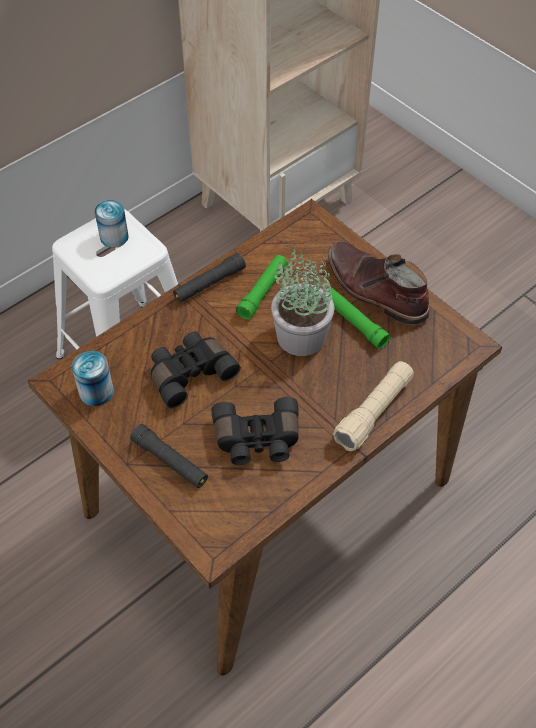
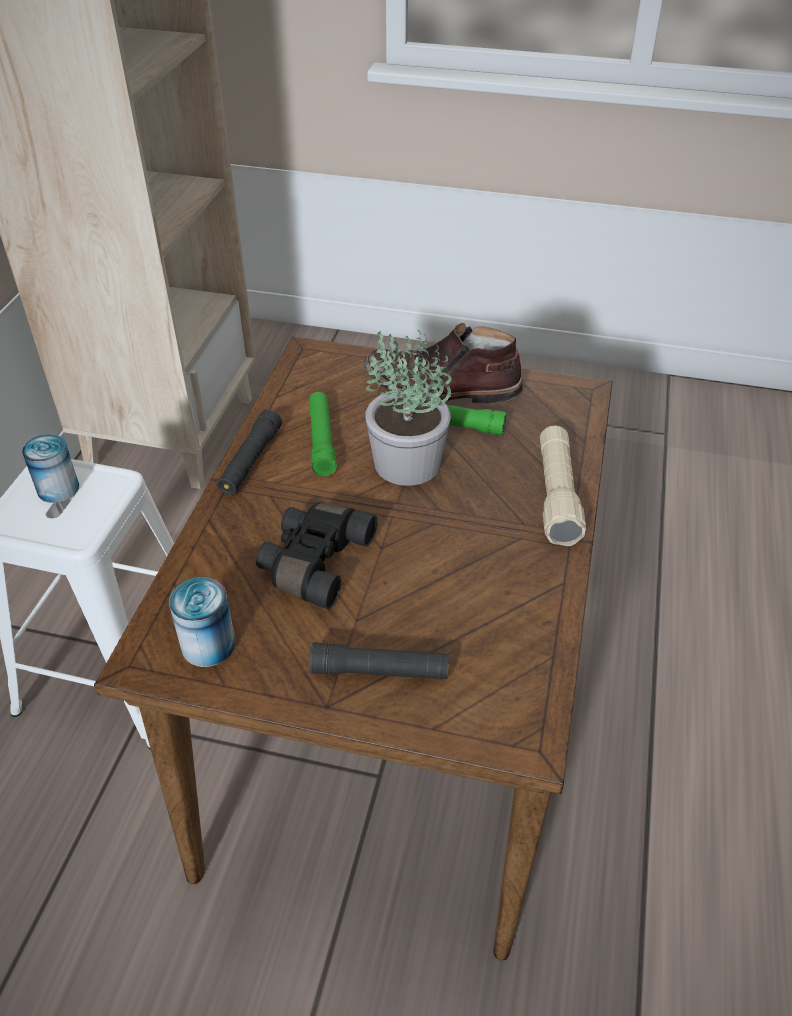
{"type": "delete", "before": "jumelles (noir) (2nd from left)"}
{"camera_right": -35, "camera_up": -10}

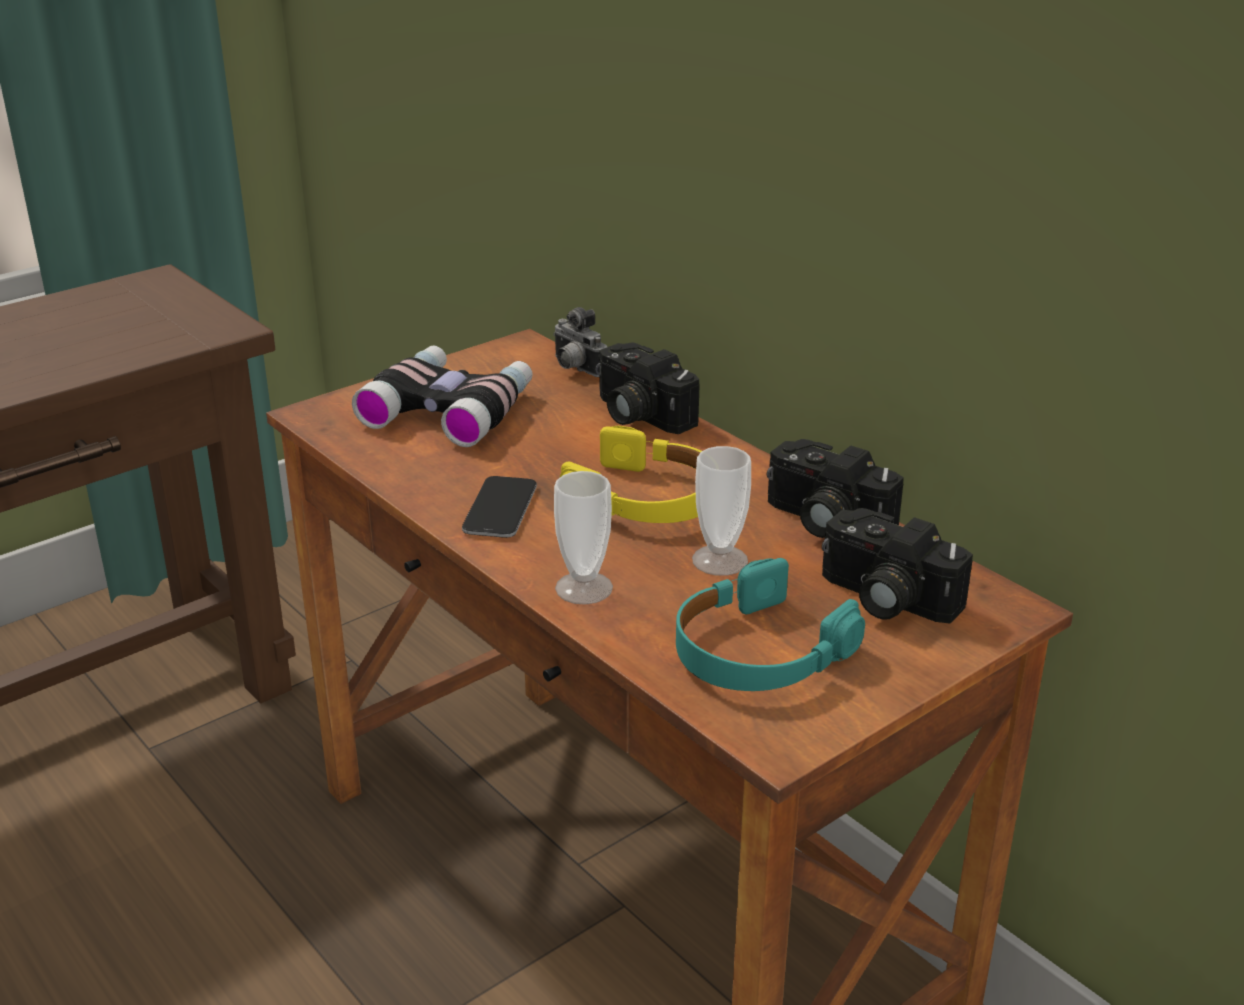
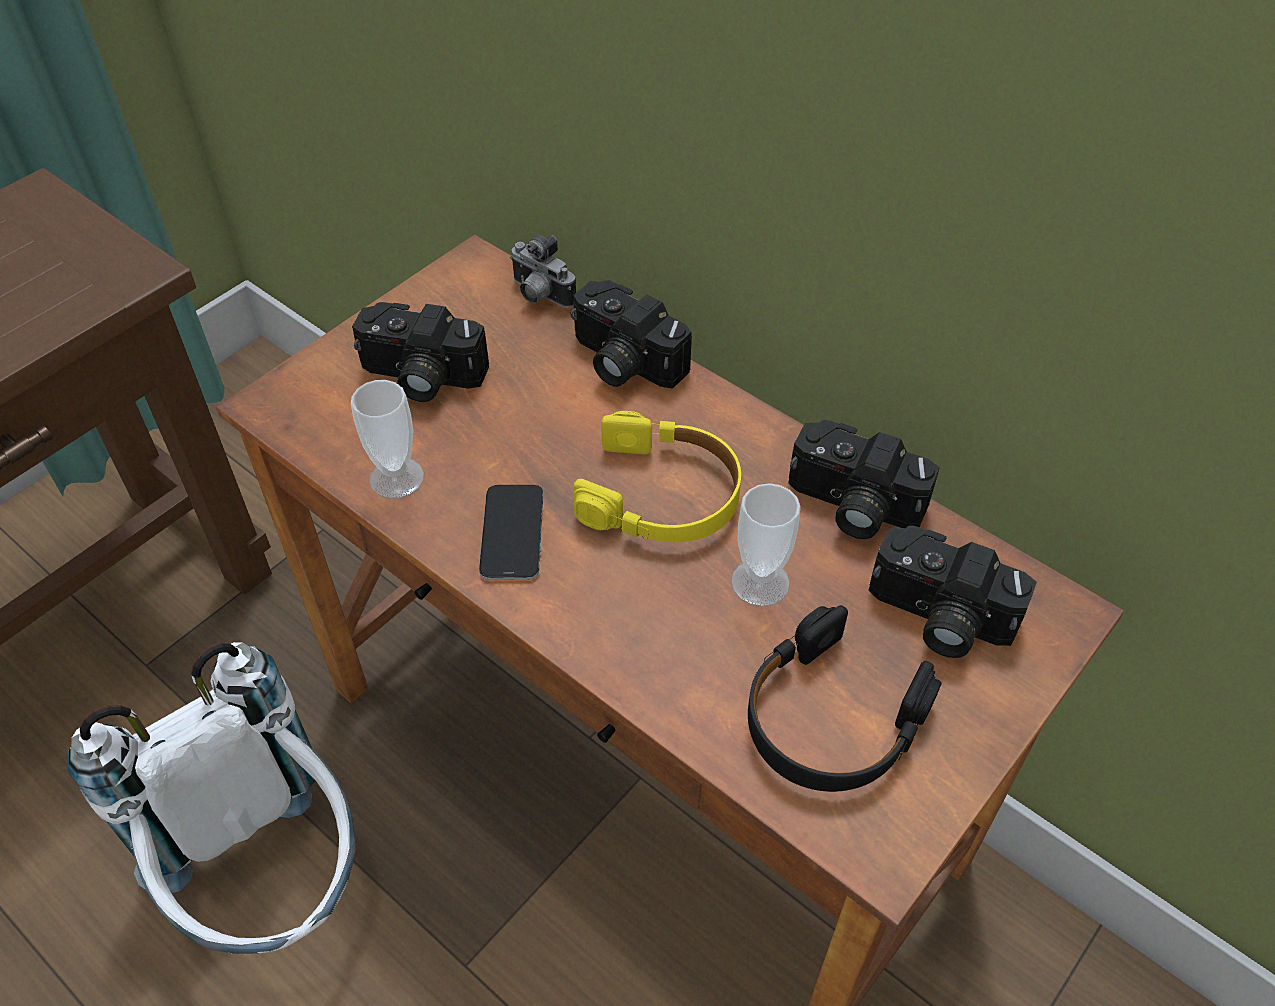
{"type": "insert", "after": "sac à dos (blanc)"}
{"type": "move", "before": "tasse (1st from left)"}
{"type": "replace", "before": "jumelles", "after": "appareil photo (1st from left)"}
{"type": "recolor", "before": "casque audio (turquoise)", "after": "casque audio (noir)"}
{"camera_right": -10, "camera_up": 20}

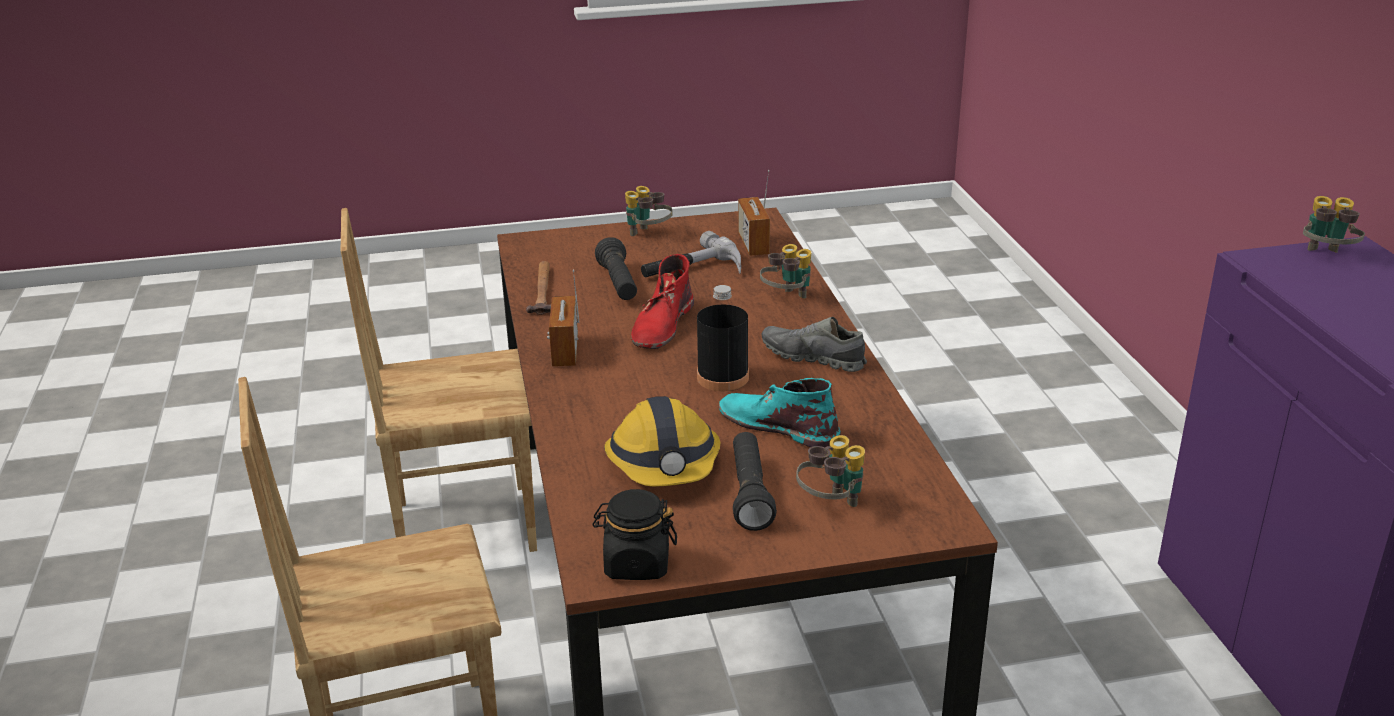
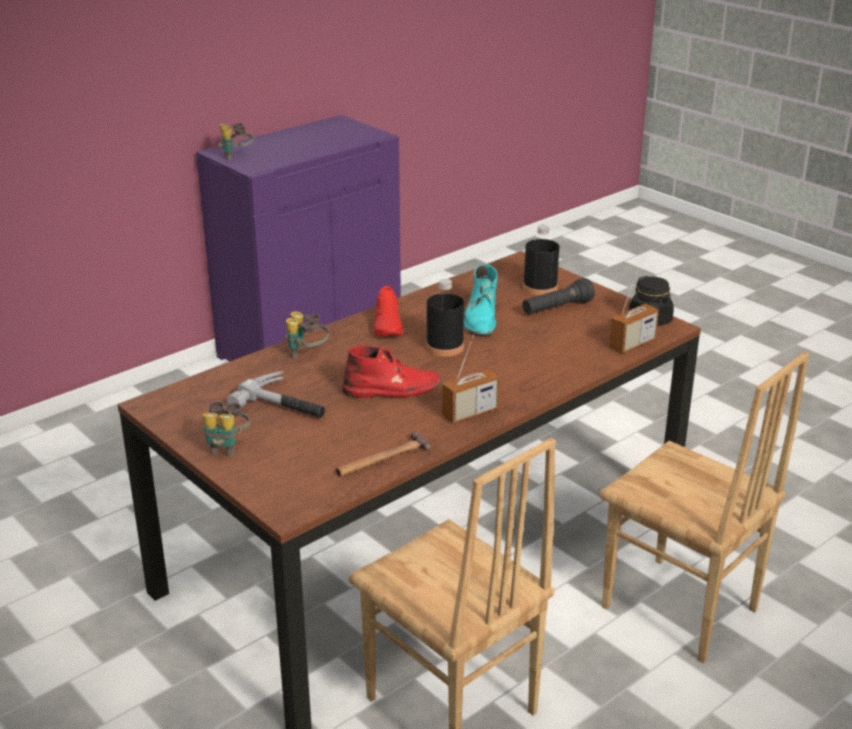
{"type": "recolor", "before": "chaussure (gris)", "after": "chaussure (rouge)"}
{"type": "replace", "before": "jumelles (3rd from left)", "after": "bouteille (noir) (2nd from left)"}
{"type": "move", "before": "radio (2nd from left)"}
{"type": "delete", "before": "lampe de poche (noir) (1st from left)"}
{"type": "delete", "before": "casque de chantier"}
{"camera_right": -120, "camera_up": 0}

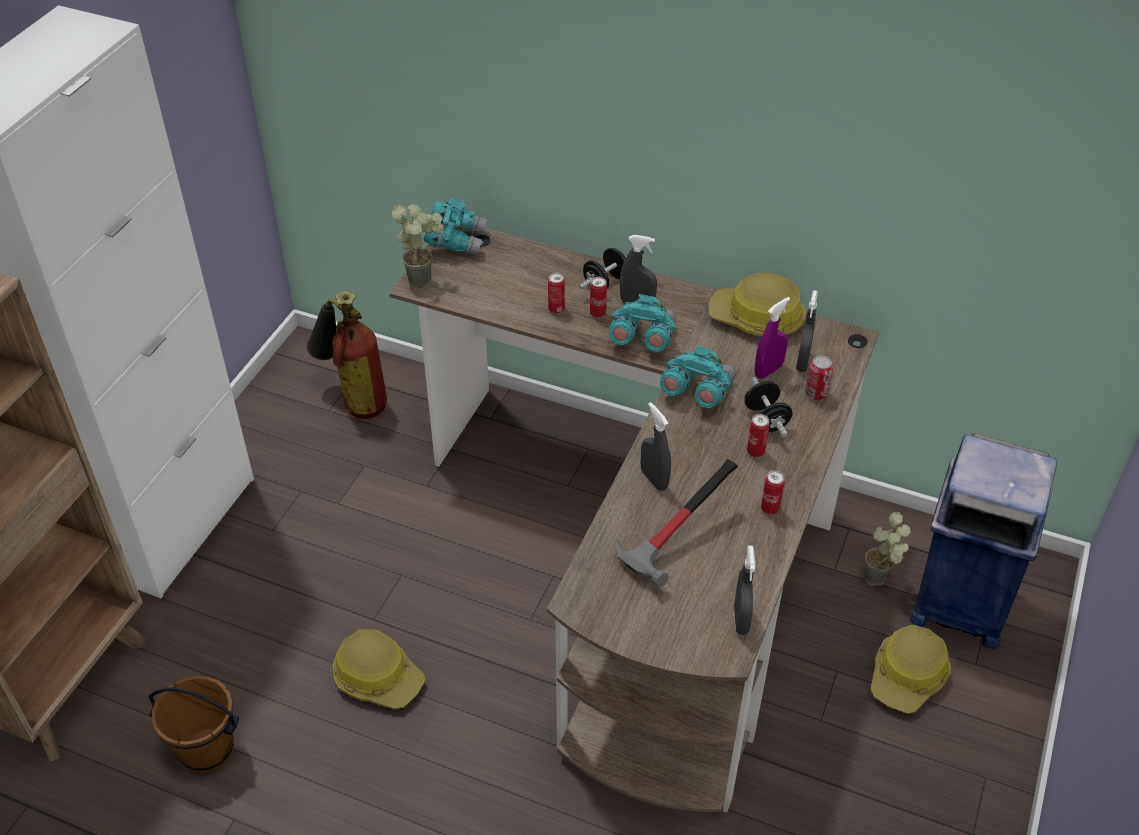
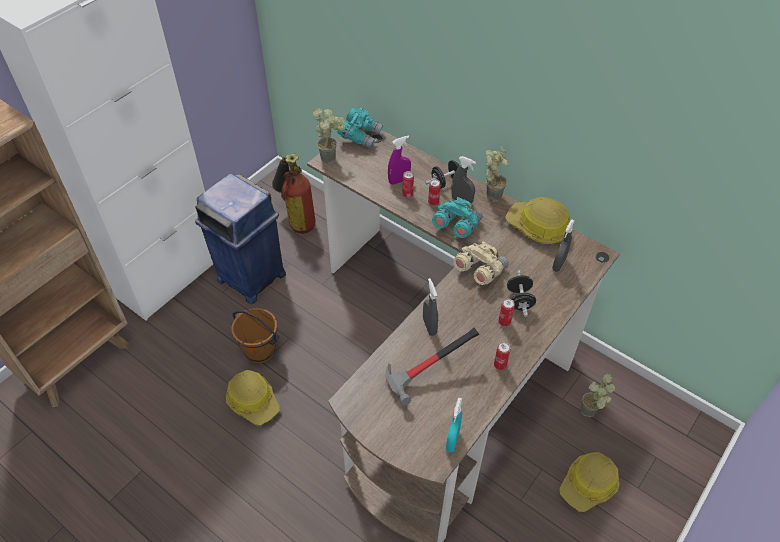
{"type": "move", "before": "poubelle (bleu)"}
{"type": "move", "before": "seau (marron)"}
{"type": "move", "before": "vaporisateur (violet)"}
{"type": "recolor", "before": "vaporisateur (gris) (3rd from left)", "after": "vaporisateur (turquoise)"}
{"type": "recolor", "before": "jumelles (turquoise) (3rd from left)", "after": "jumelles (beige)"}
{"type": "insert", "after": "plante en pot (2nd from left)"}
{"type": "delete", "before": "boîte métallique (5th from left)"}
{"camera_right": 15, "camera_up": 5}

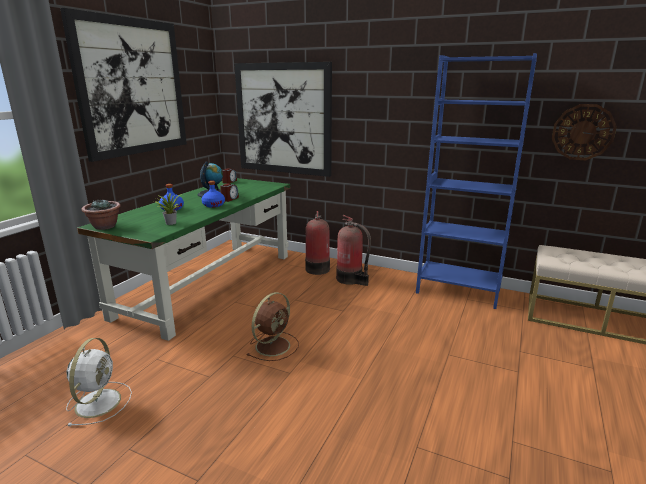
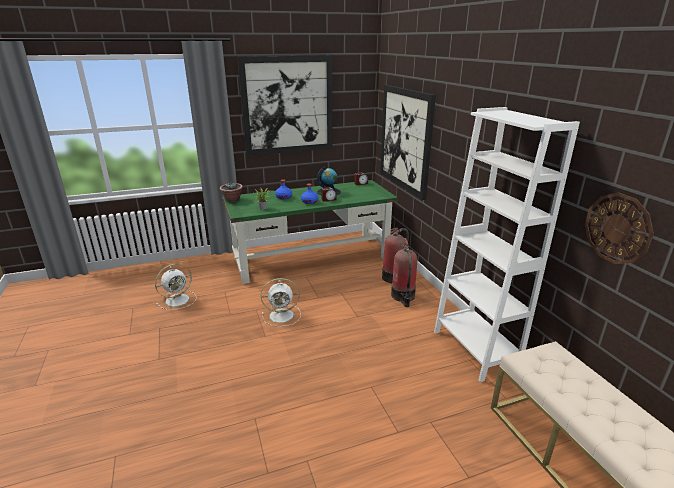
{"type": "recolor", "before": "ventilateur (marron)", "after": "ventilateur (blanc) (2nd from left)"}
{"type": "recolor", "before": "bibliothèque (bleu)", "after": "bibliothèque (blanc)"}
{"camera_right": 45, "camera_up": 5}

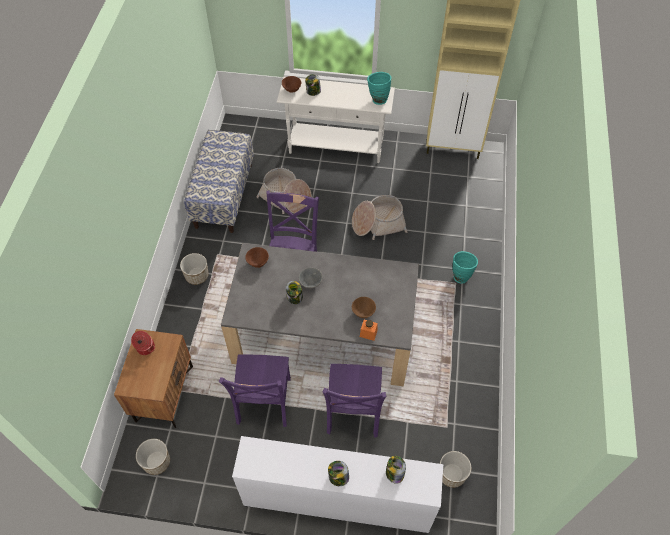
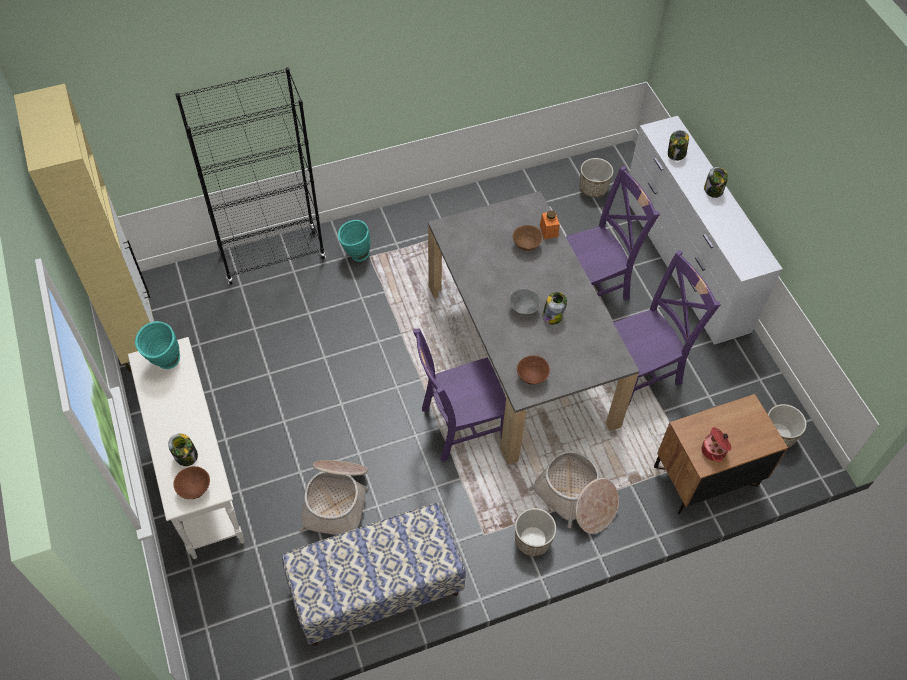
{"type": "insert", "after": "bibliothèque (noir)"}
{"type": "move", "before": "panier (2nd from left)"}
{"camera_right": -120, "camera_up": 0}

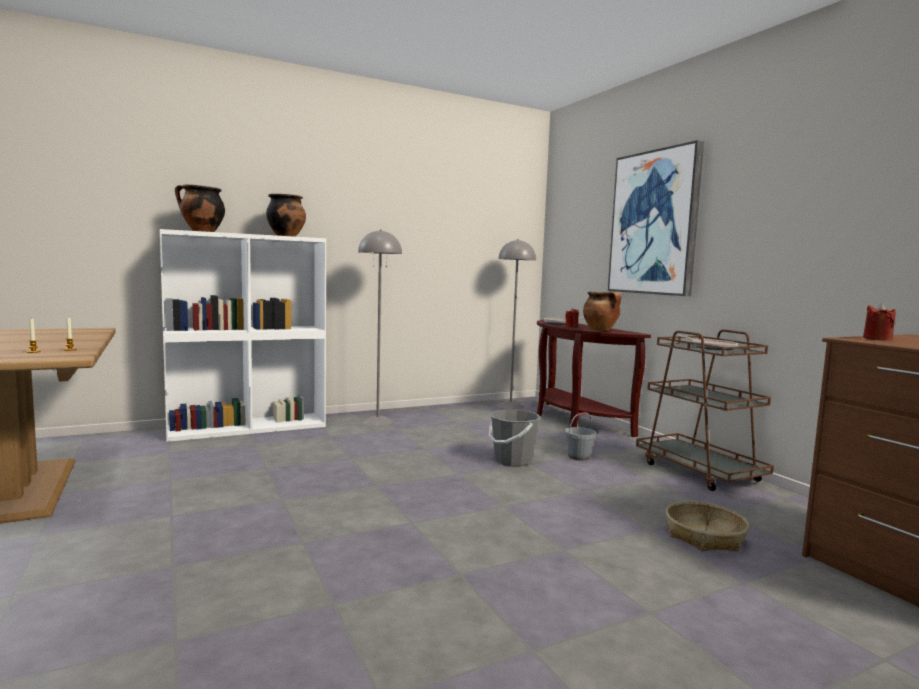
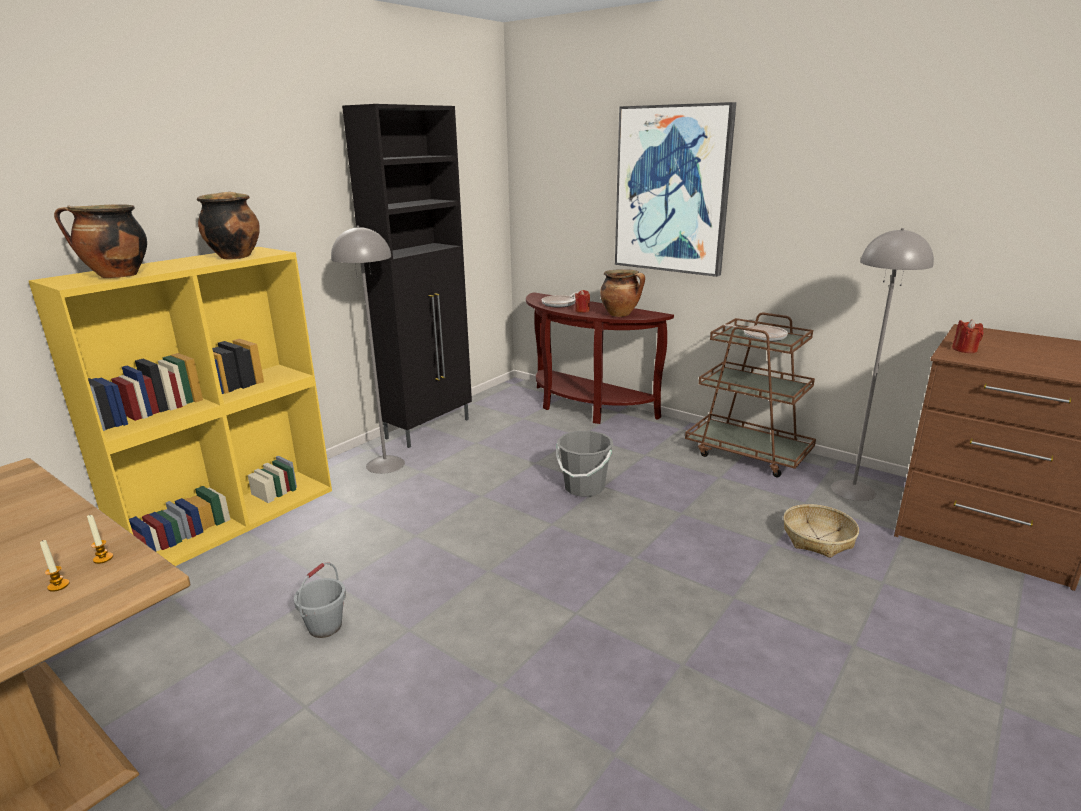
{"type": "recolor", "before": "bibliothèque (blanc)", "after": "bibliothèque (jaune)"}
{"type": "move", "before": "seau (gris) (2nd from left in the first image)", "after": "seau (gris) (1st from left)"}
{"type": "insert", "after": "meuble de rangement (noir)"}
{"type": "move", "before": "lampadaire (gris) (2nd from left)"}
{"camera_right": -25, "camera_up": 15}

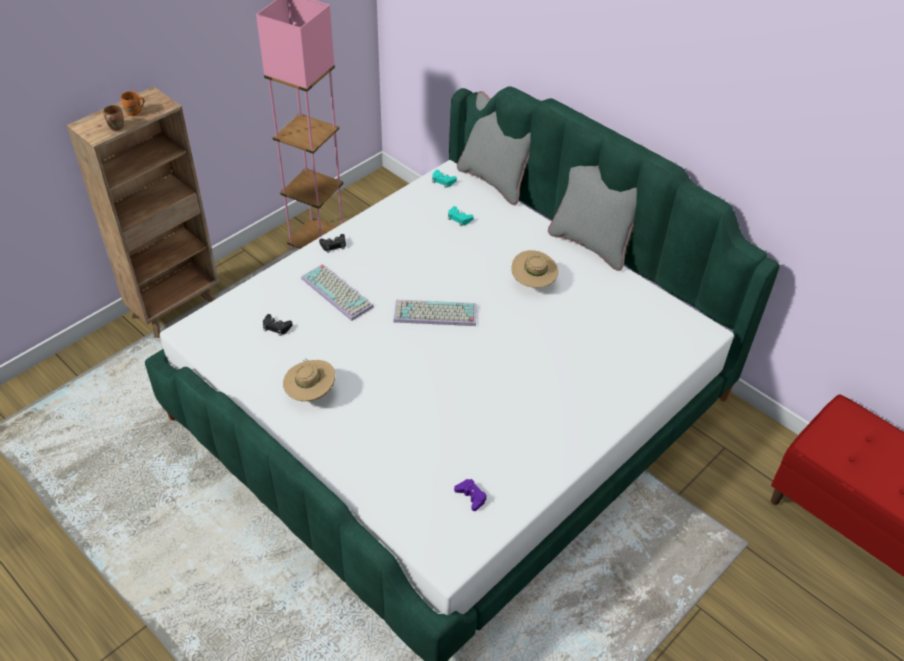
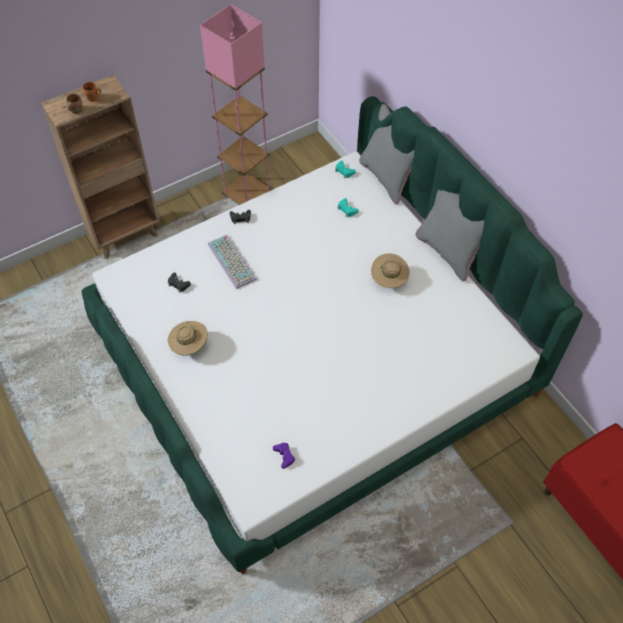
{"type": "delete", "before": "clavier (2nd from left)"}
{"camera_right": 15, "camera_up": 10}

